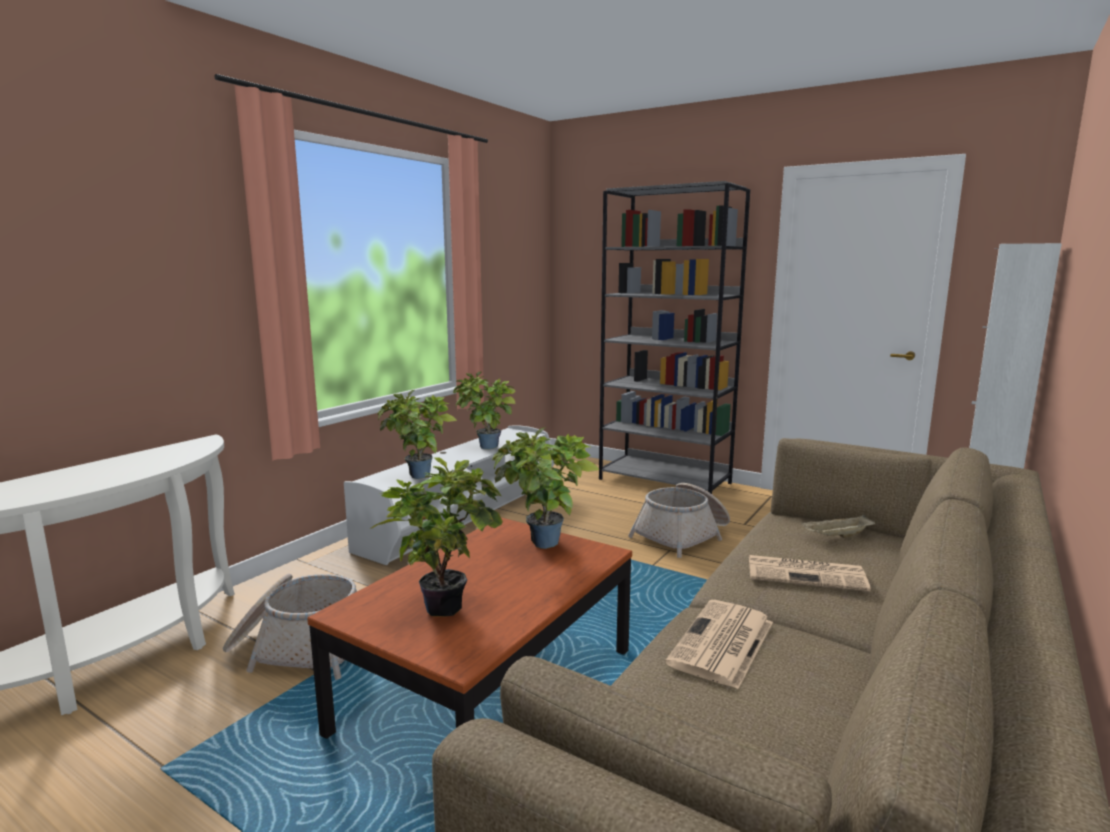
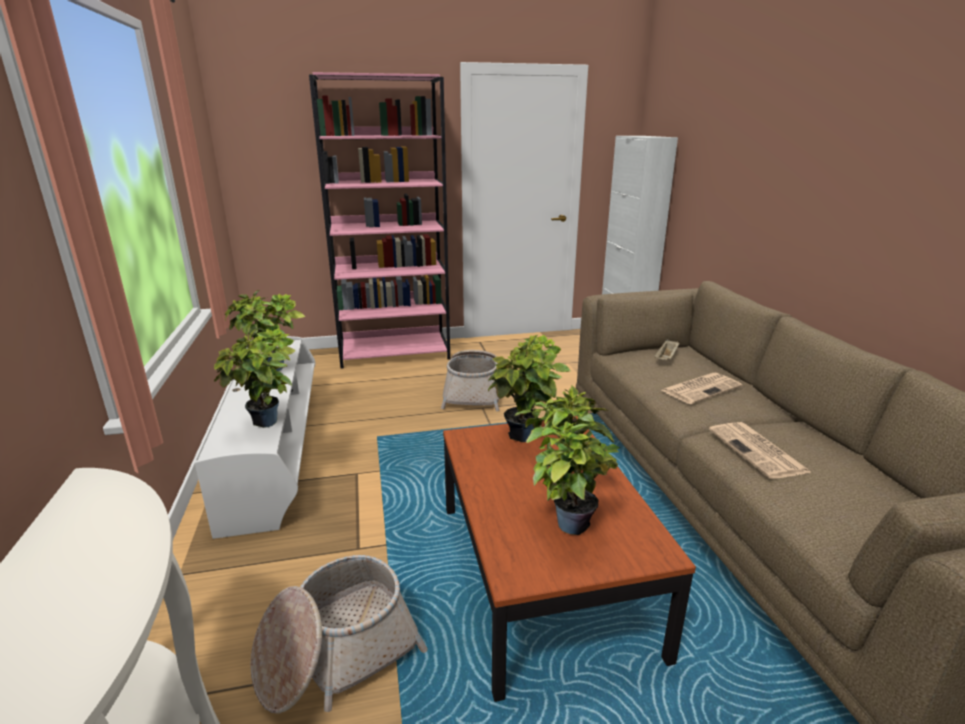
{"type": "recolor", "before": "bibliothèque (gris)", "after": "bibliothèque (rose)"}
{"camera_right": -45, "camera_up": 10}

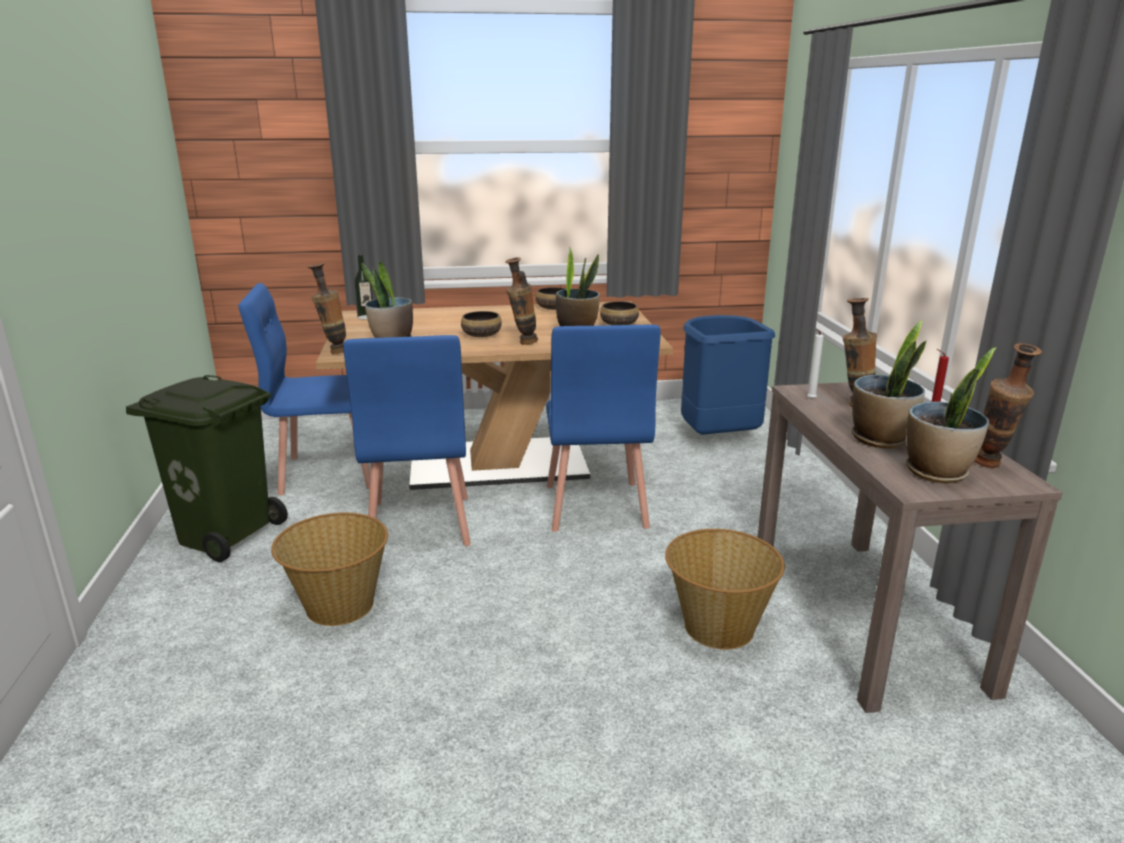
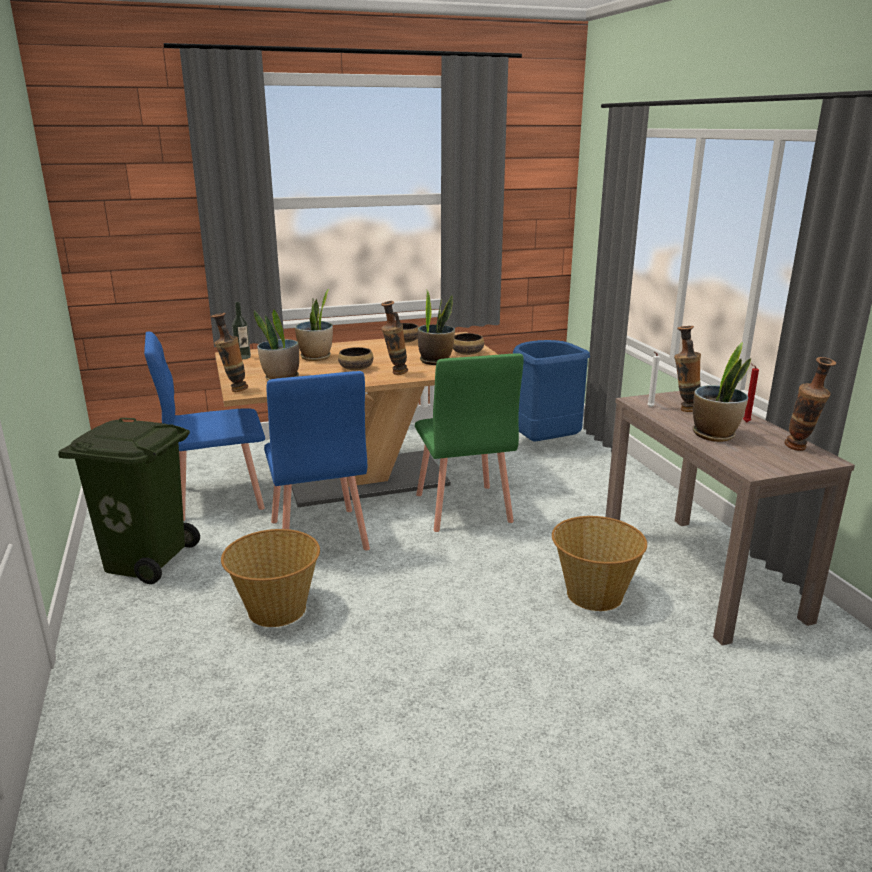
{"type": "move", "before": "plante en pot (4th from left in the first image)", "after": "plante en pot (2nd from left)"}
{"type": "recolor", "before": "chaise (bleu) (3rd from left)", "after": "chaise (vert)"}
{"camera_right": -10, "camera_up": 0}

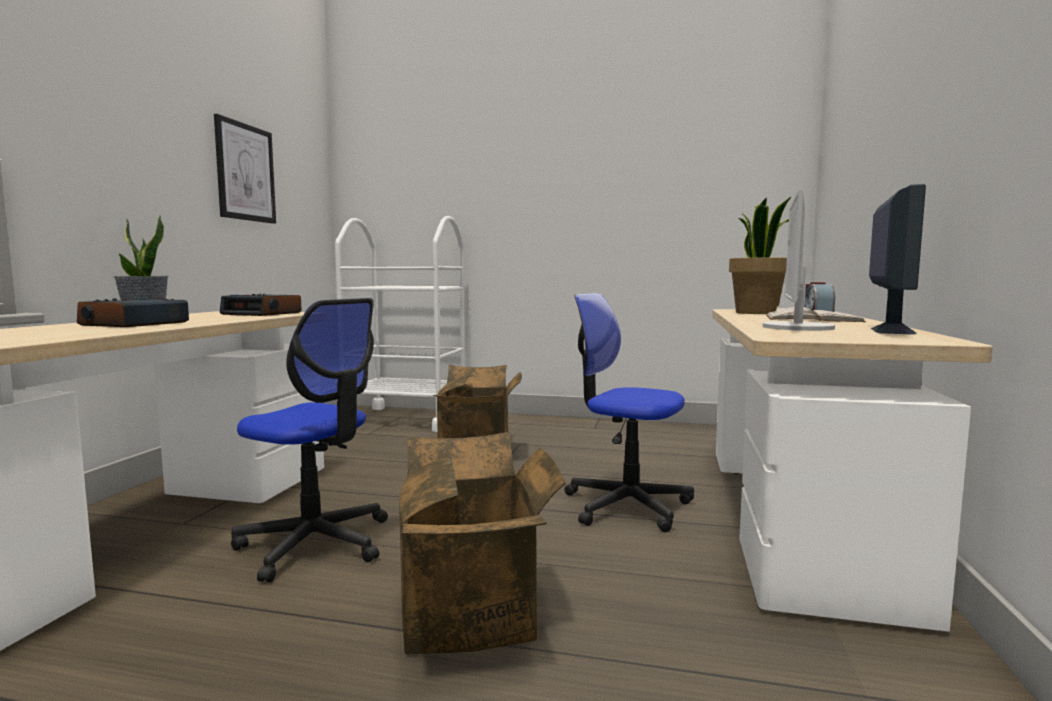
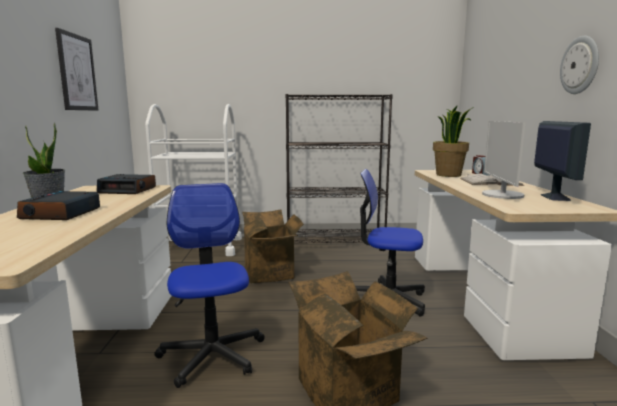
{"type": "rotate", "before": "chaise de bureau (1st from left)", "turn": -120}
{"type": "insert", "after": "bibliothèque (noir)"}
{"type": "insert", "after": "horloge murale"}
{"camera_right": -15, "camera_up": 5}

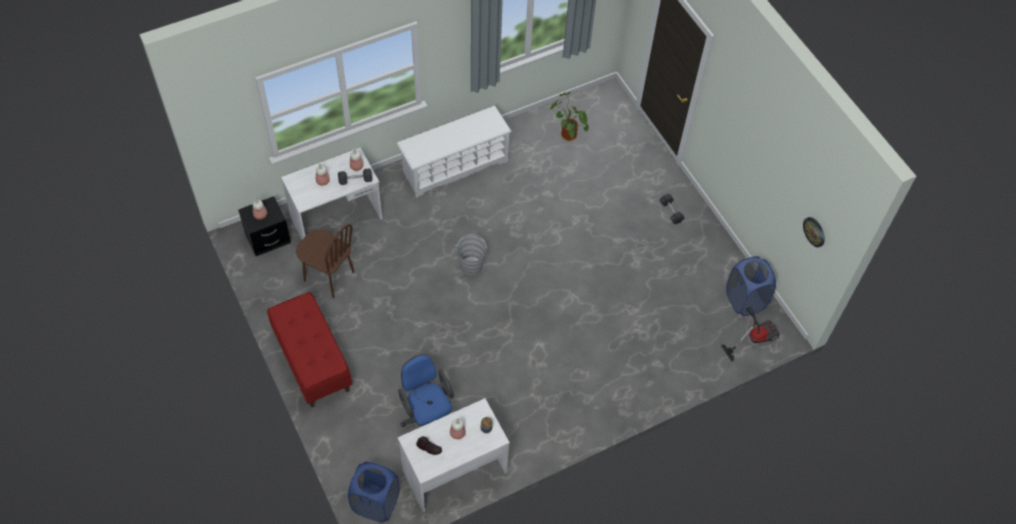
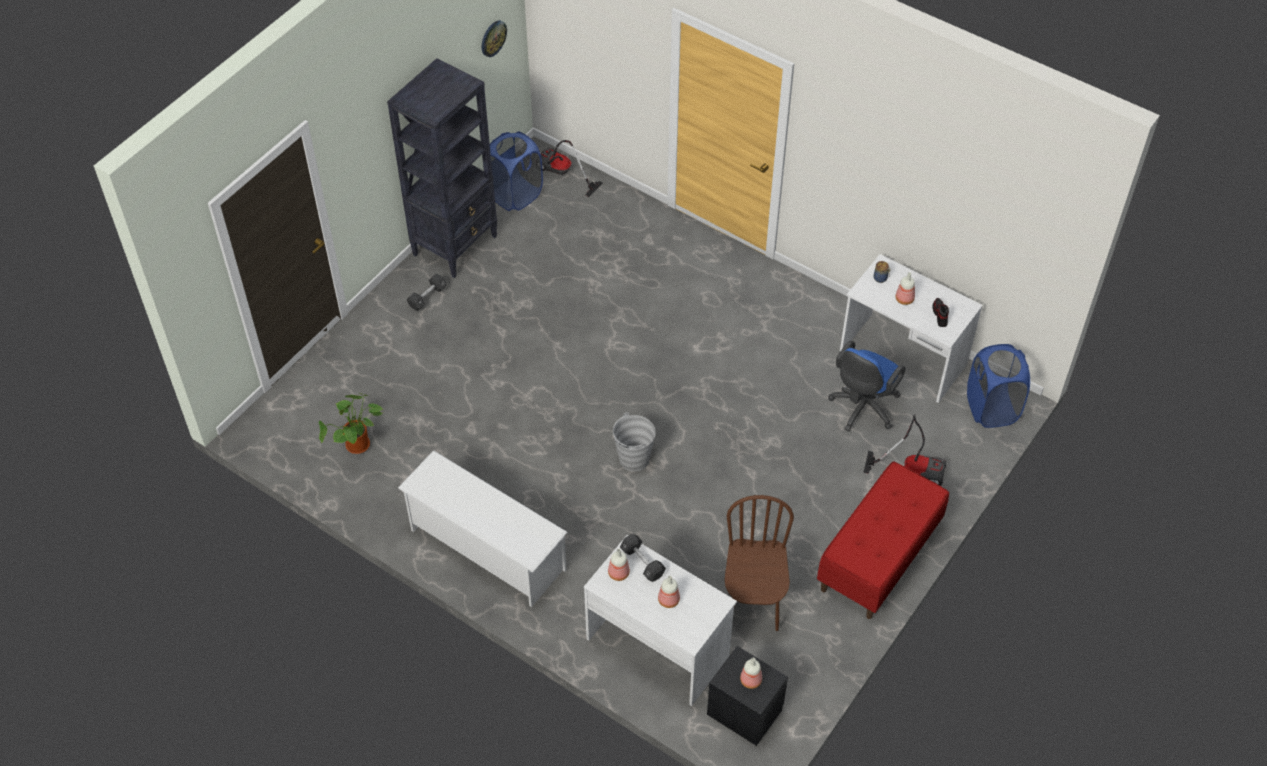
{"type": "insert", "after": "bibliothèque (noir)"}
{"type": "insert", "after": "aspirateur (2nd from left)"}
{"camera_right": -115, "camera_up": -5}

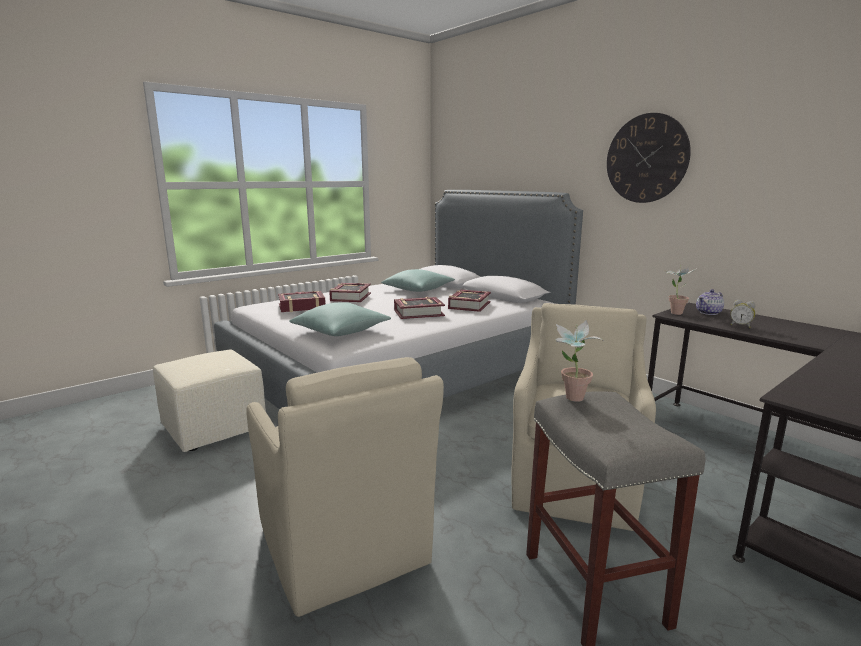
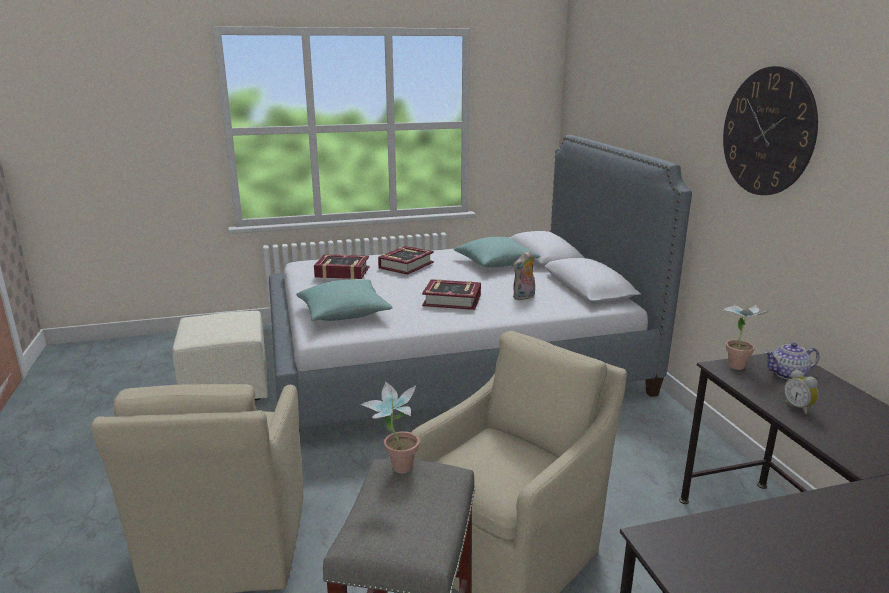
{"type": "replace", "before": "livre (4th from left)", "after": "peluche"}
{"camera_right": 25, "camera_up": 5}

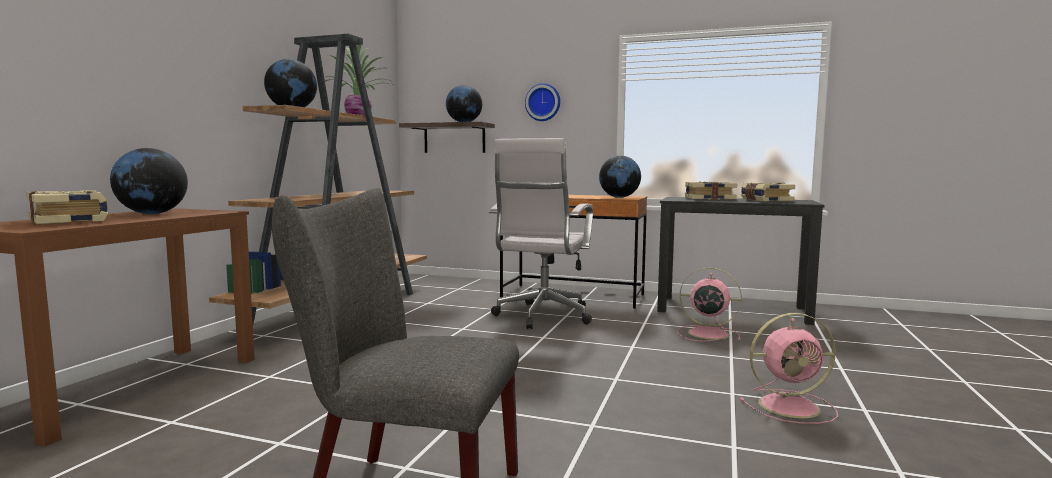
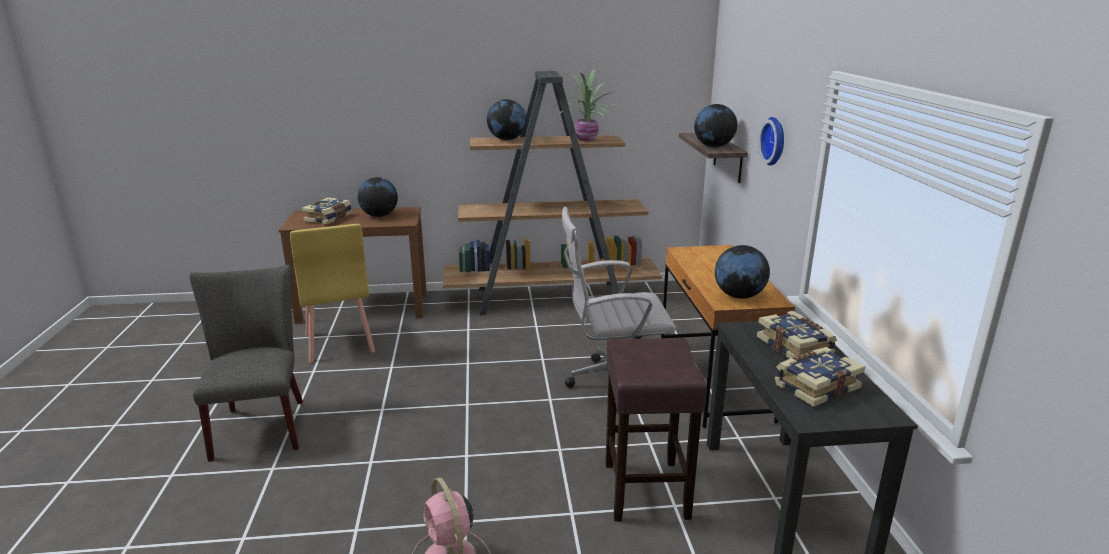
{"type": "insert", "after": "chaise (jaune)"}
{"type": "replace", "before": "ventilateur (rose) (1st from left)", "after": "tabouret (marron)"}
{"camera_right": 65, "camera_up": 15}

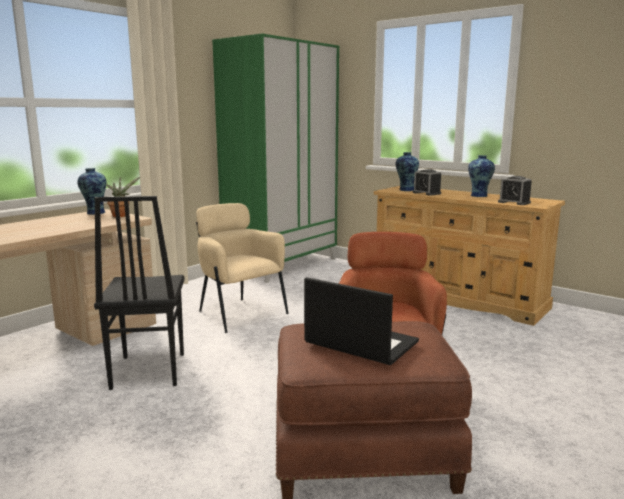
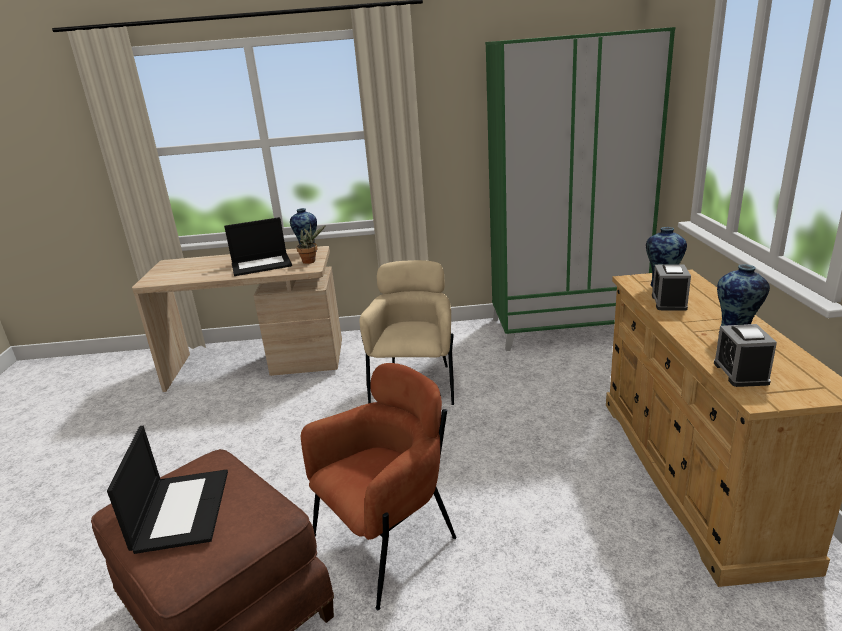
{"type": "insert", "after": "ordinateur portable (2nd from left)"}
{"type": "delete", "before": "chaise (noir)"}
{"camera_right": 50, "camera_up": 10}

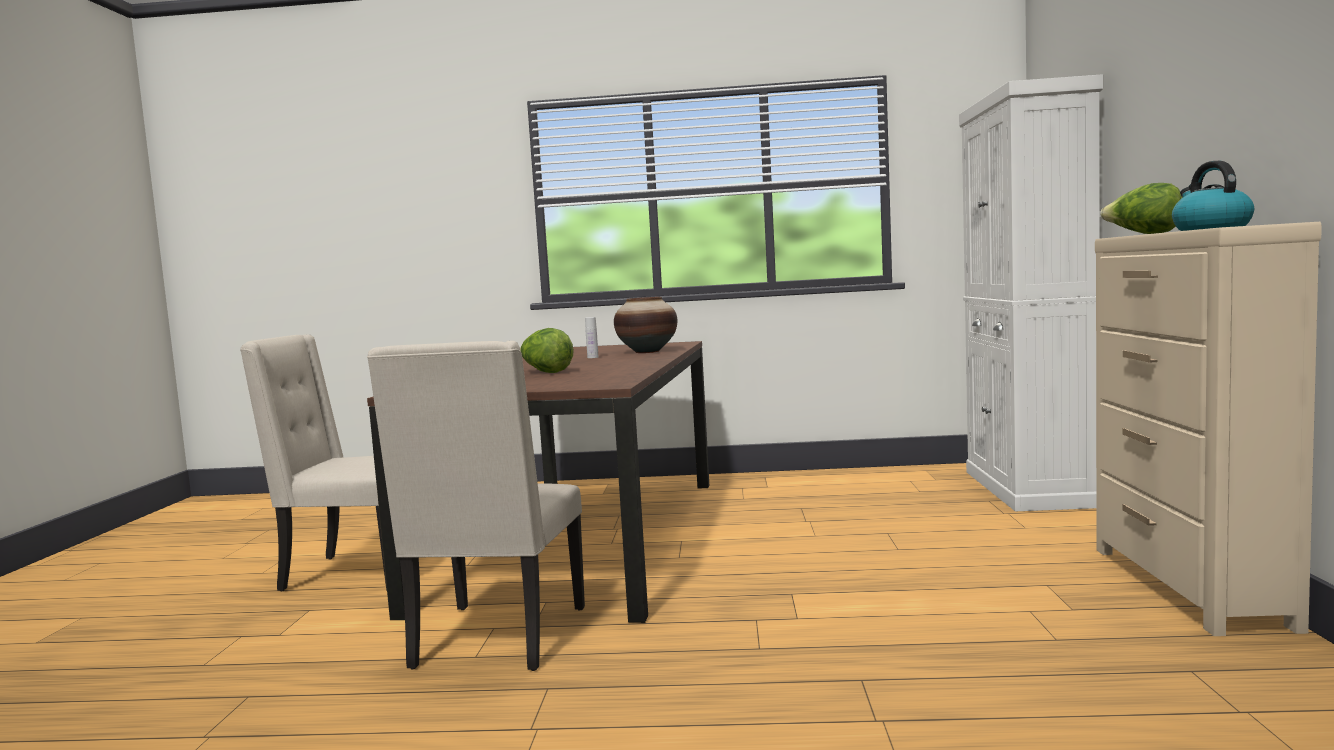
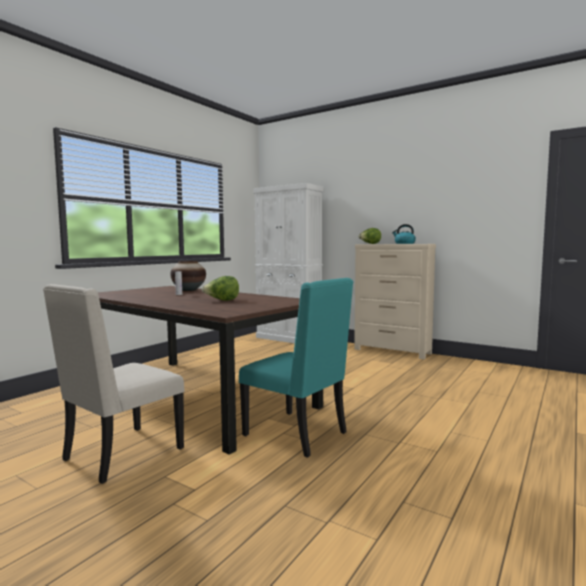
{"type": "recolor", "before": "chaise (beige) (2nd from left)", "after": "chaise (turquoise)"}
{"camera_right": -60, "camera_up": 0}

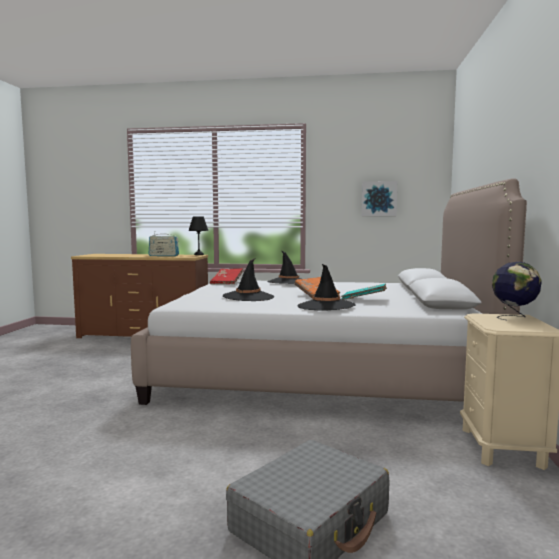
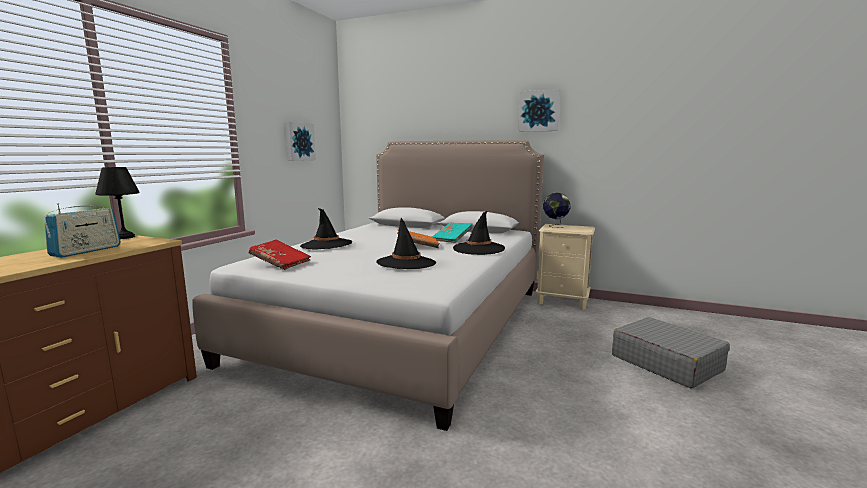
{"type": "insert", "after": "tableau (2nd from left)"}
{"camera_right": -75, "camera_up": 5}

